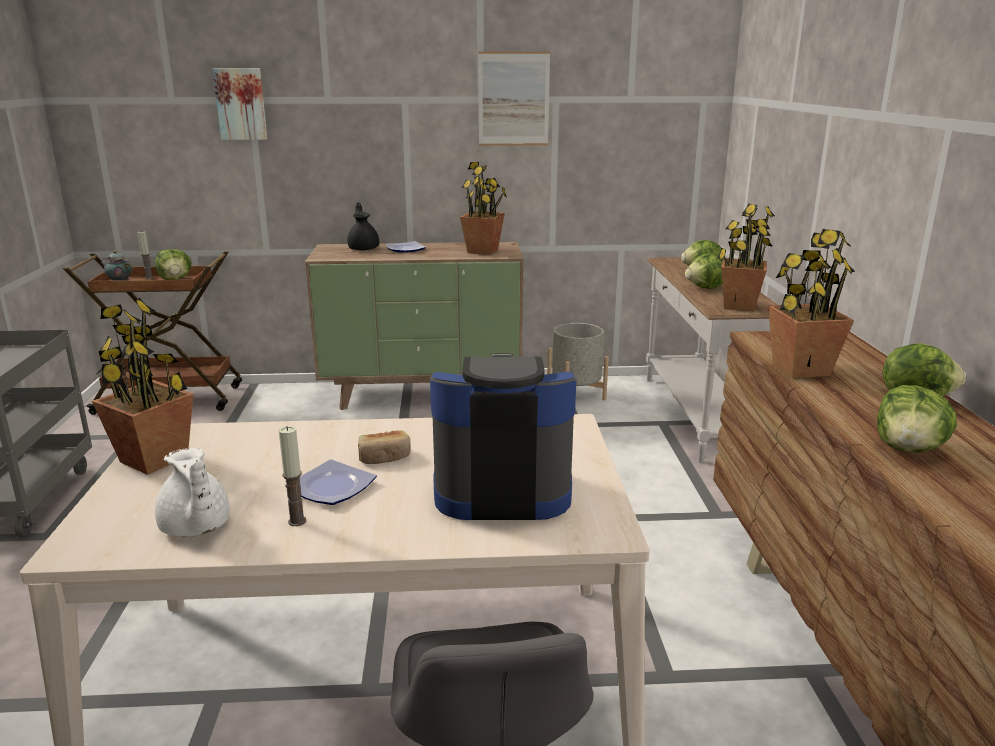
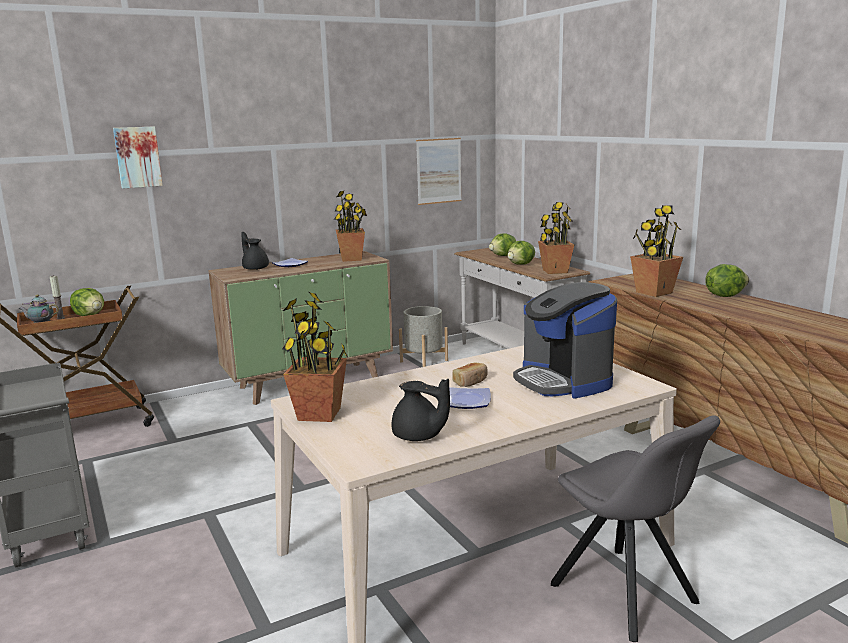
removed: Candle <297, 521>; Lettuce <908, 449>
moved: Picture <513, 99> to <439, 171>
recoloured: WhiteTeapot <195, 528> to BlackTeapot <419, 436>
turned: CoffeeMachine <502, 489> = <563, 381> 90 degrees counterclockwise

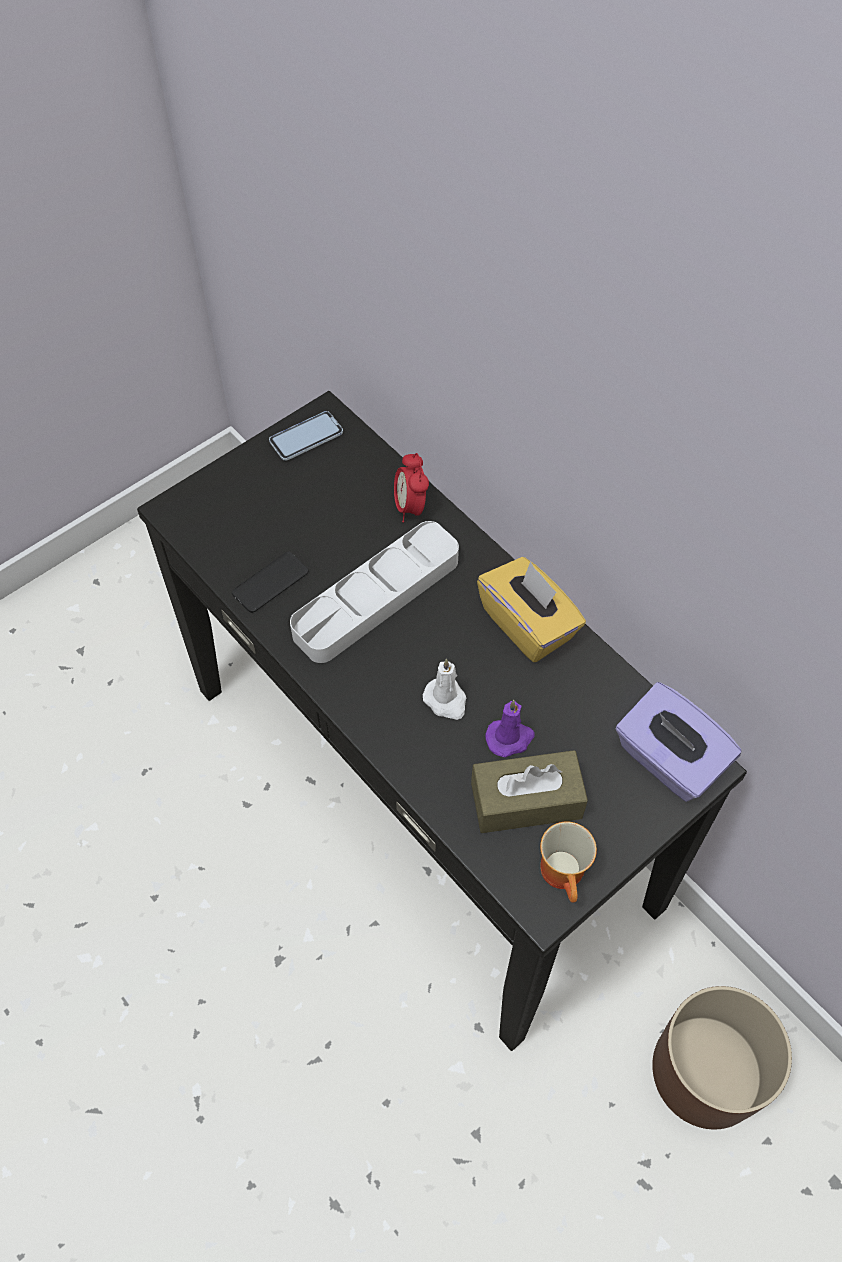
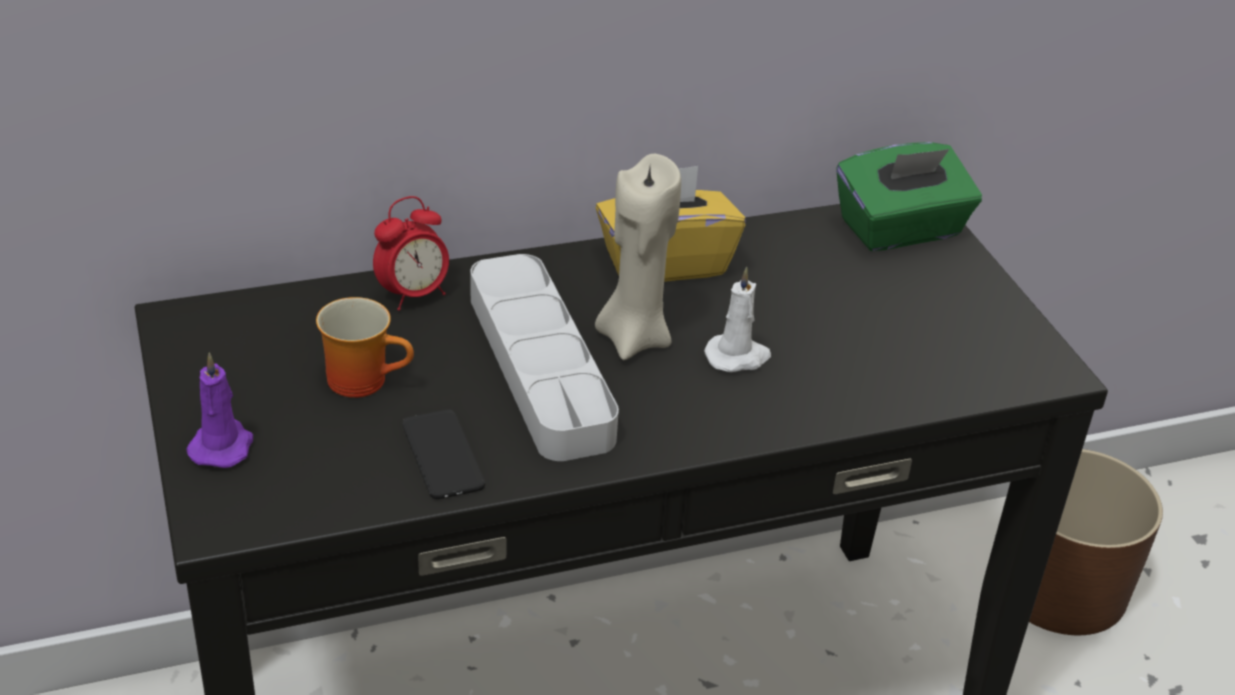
removed: Phone <306, 437>; BrownTissueBox <526, 801>
added: BeigeCandle <634, 337>
moved: PurpleCandle <510, 738> to <222, 445>; Mug <566, 874> to <365, 378>
recoloured: PurpleTissueBox <668, 760> to GreenTissueBox <901, 230>
turned: AlarmClock <410, 507> = <413, 295> 45 degrees counterclockwise

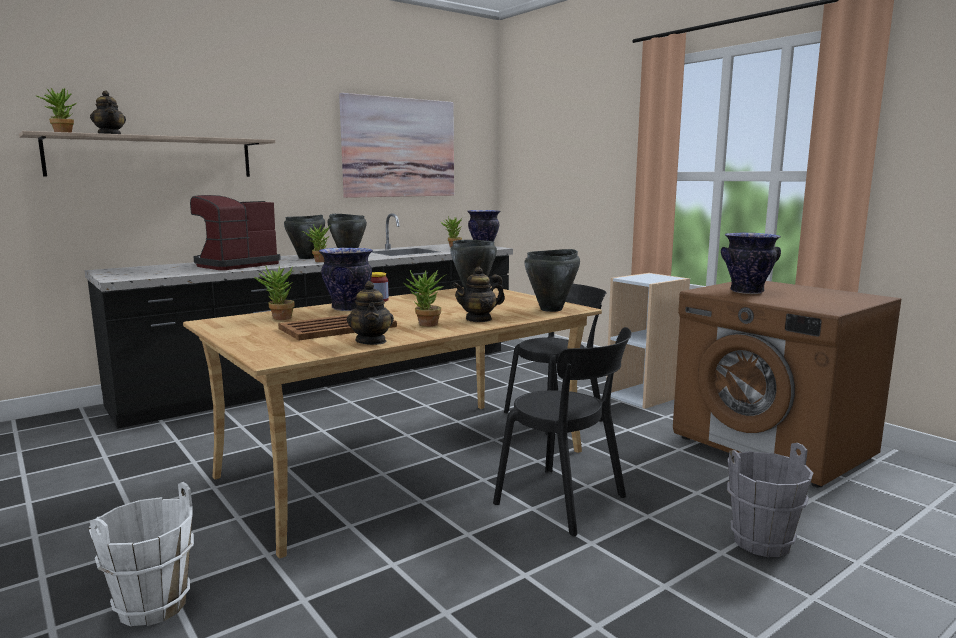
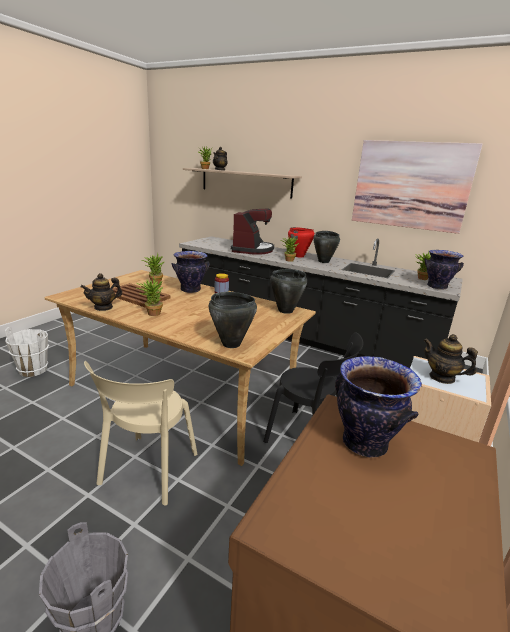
moved: Teapot <479, 319> to <442, 377>
recoloured: BlackCookingPot <307, 258> to RedCookingPot <299, 256>; BlackChair <565, 502> to BeigeChair <147, 471>
turned: CoffeeMachine <235, 265> = <252, 250> 90 degrees clockwise

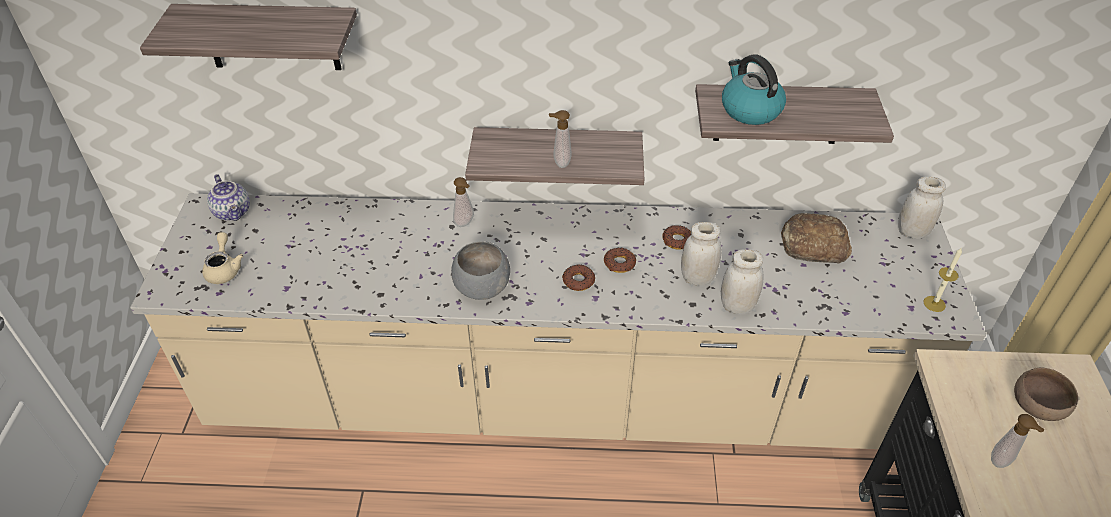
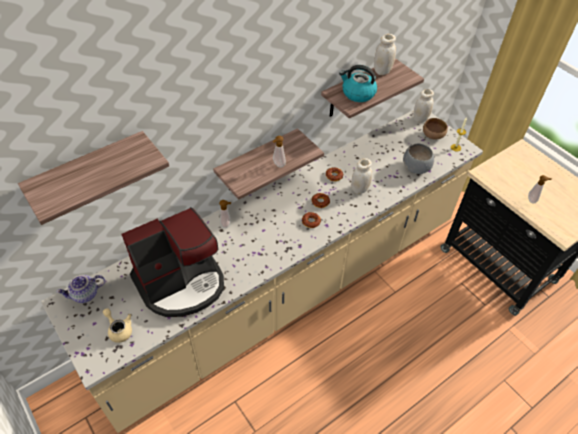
removed: Bread <812, 244>
added: CoffeeMachine <181, 283>
moved: GreyBowl <481, 287> to <416, 168>; WhiteJar <737, 306> to <382, 71>; BrownBowl <1037, 407> to <433, 135>
turned: Teapot <233, 212> = <85, 295> 135 degrees clockwise

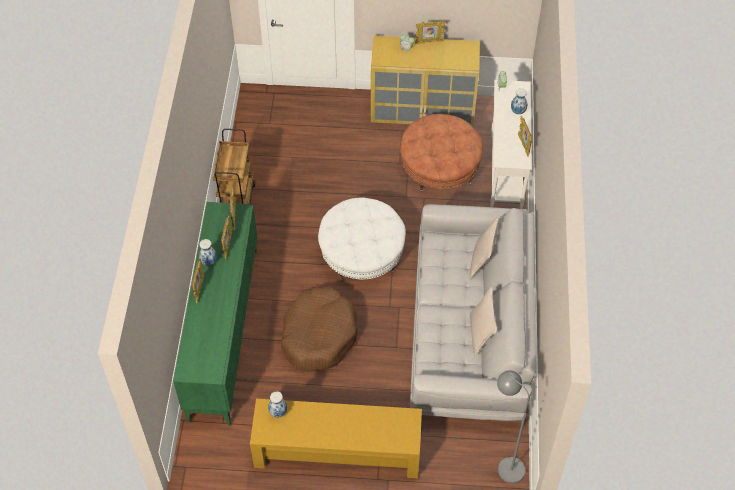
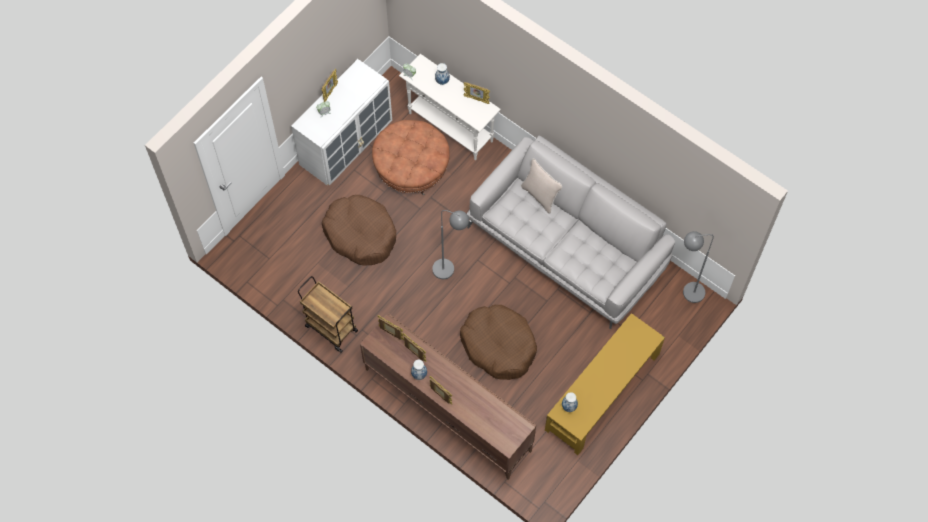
removed: BeigePillow <480, 334>
added: BrownDogBed <360, 234>
replaced: WhiteOttoman <362, 254> to GreyFloorLamp <449, 272>
recoloured: GreenCabinet <223, 332> to BrownCabinet <446, 410>; YellowCabinet <423, 110> to WhiteCabinet <346, 142>

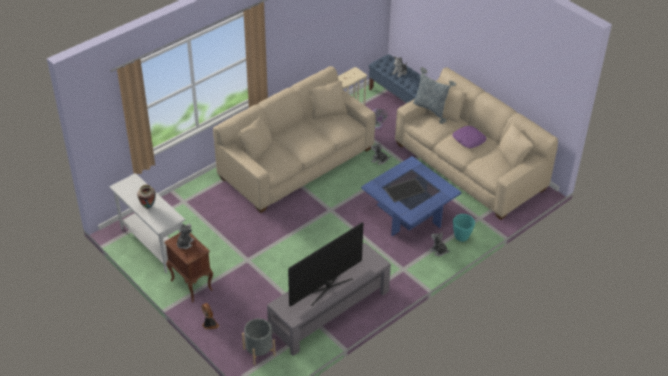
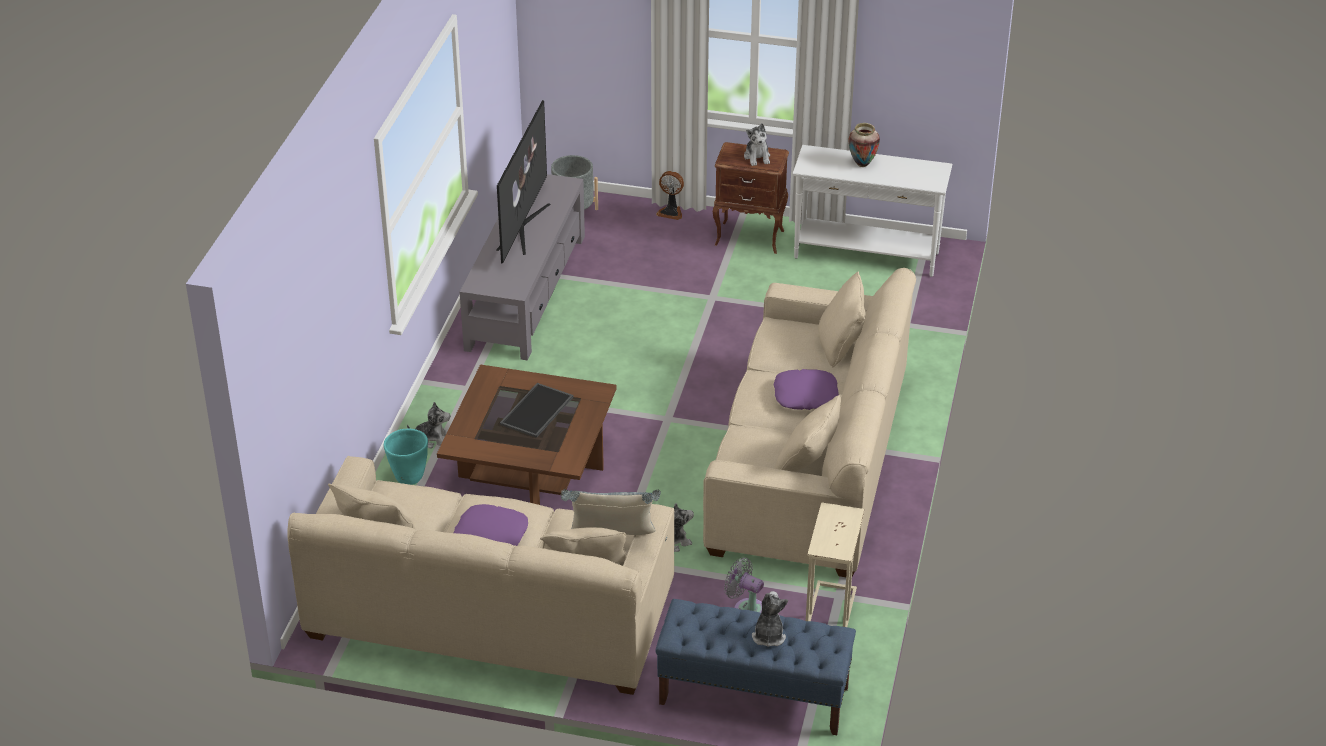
added: PurplePillow <805, 395>
recoloured: BlueCoffeeTable <409, 214> to BrownCoffeeTable <531, 473>

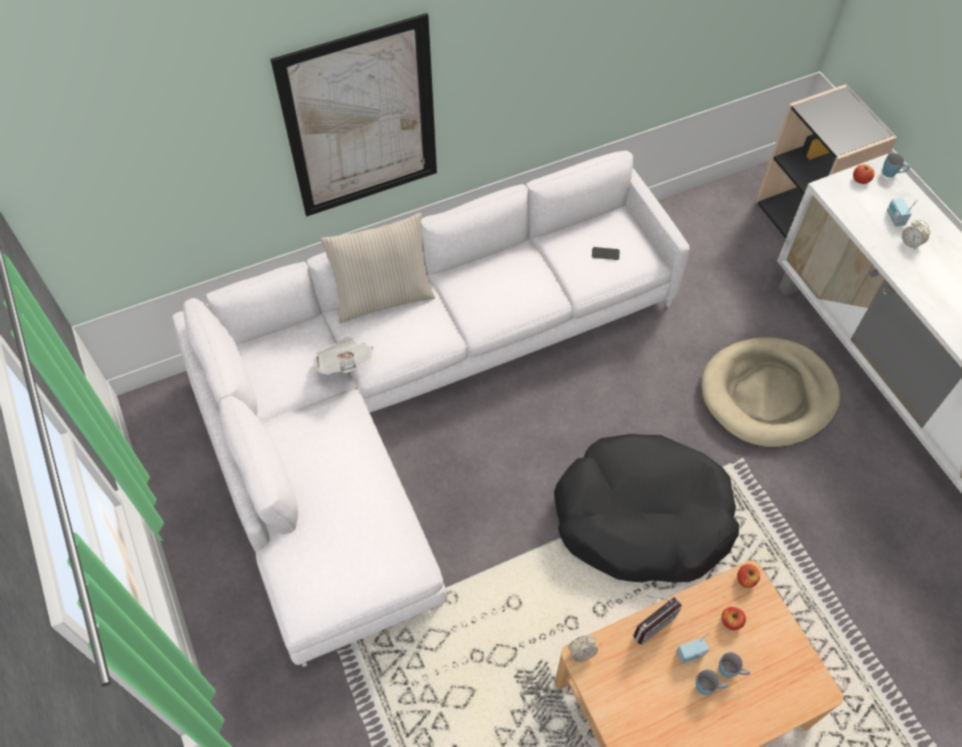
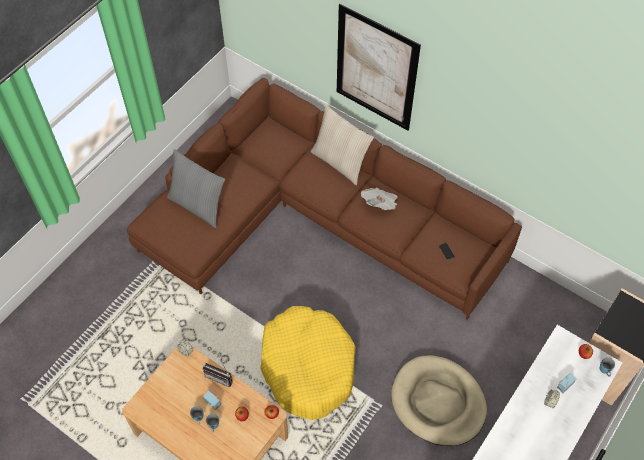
added: GreyPillow <198, 205>
moved: Newspaper <345, 364> to <380, 204>
recoloured: WhiteSofa <413, 396> to BrownSofa <314, 219>; BlackDogBed <641, 518> to YellowDogBed <308, 367>

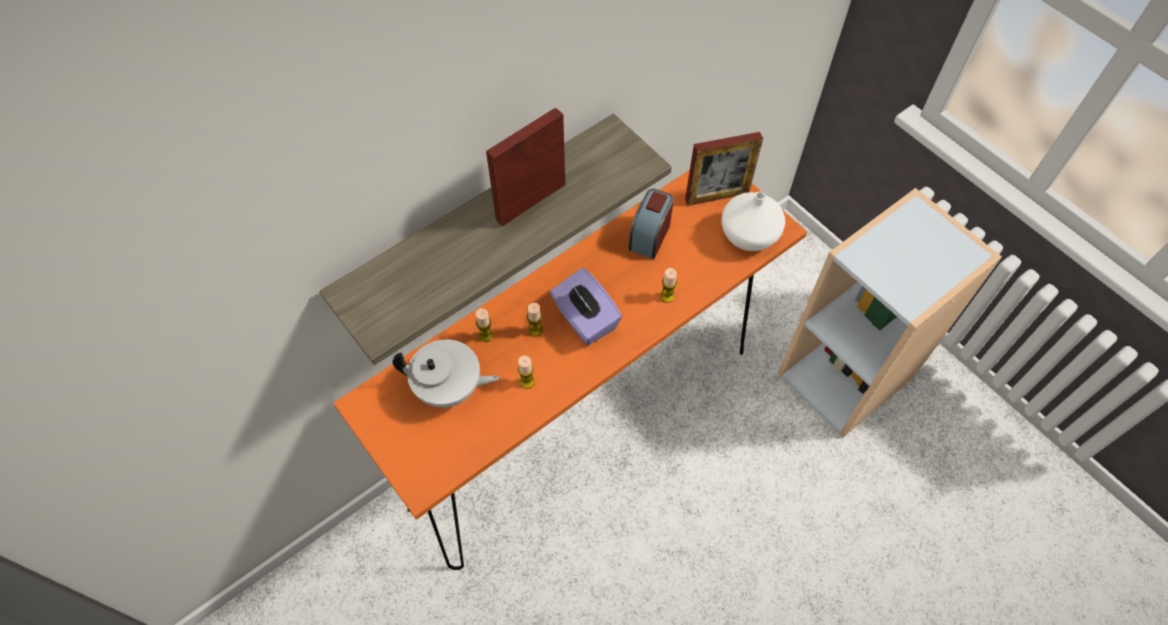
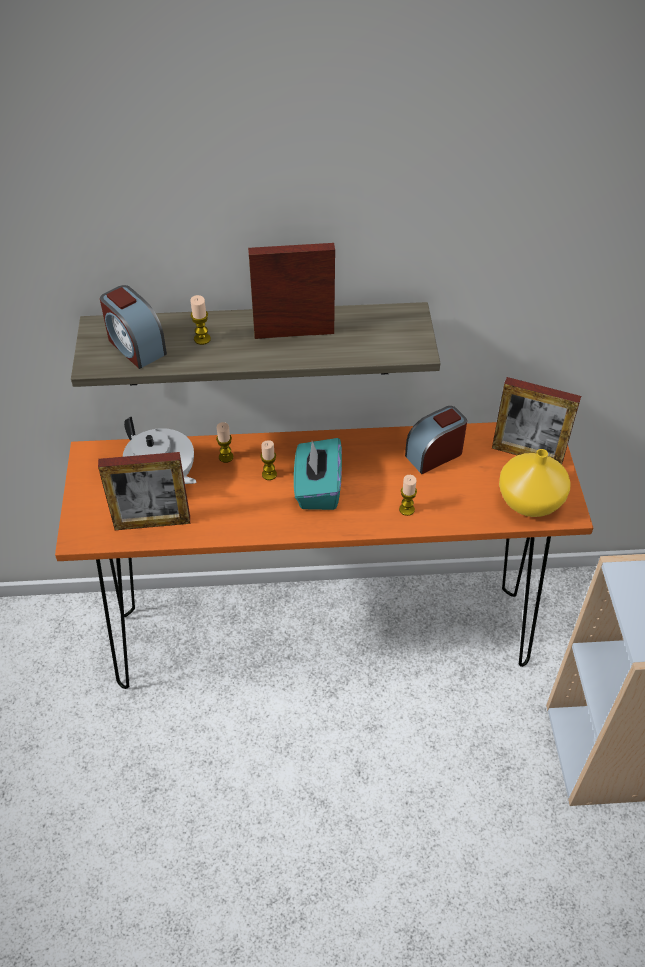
added: PictureFrame <152, 523>; AlarmClock <135, 346>
moved: Candle <527, 382> to <202, 339>
recoloured: PurpleTissueBox <585, 319> to TurquoiseTissueBox <317, 488>; WhiteVase <750, 234> to YellowVase <531, 501>

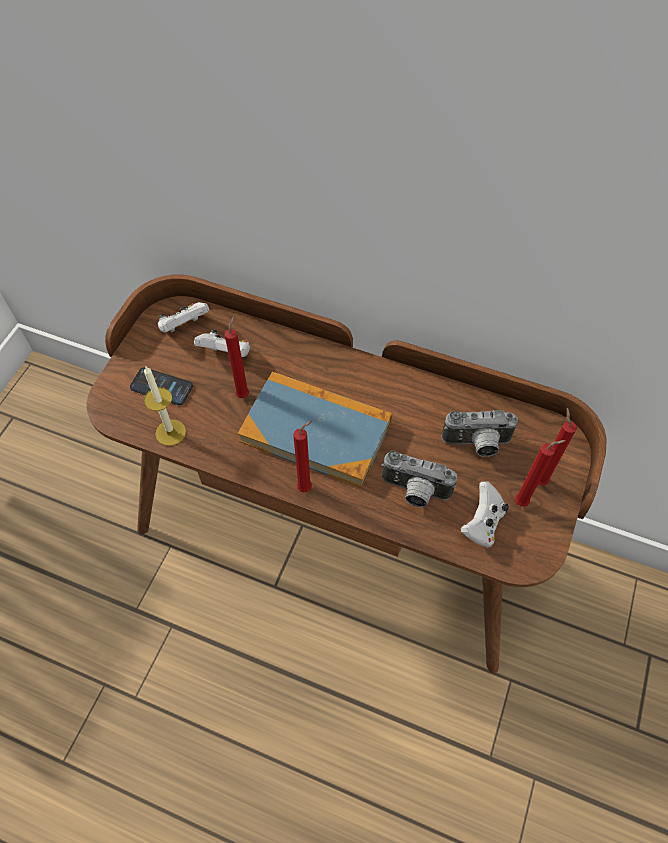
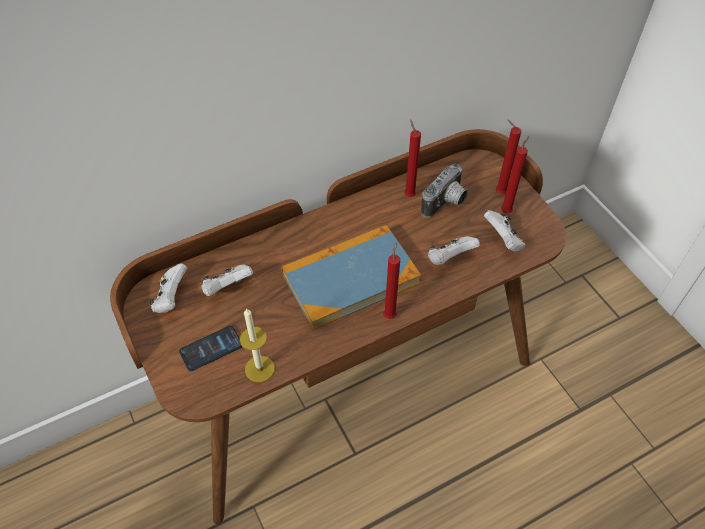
moved: RedCandle <244, 394> to <408, 194>
replaced: PhotoCamera <414, 492> to WhiteGameController <449, 258>

